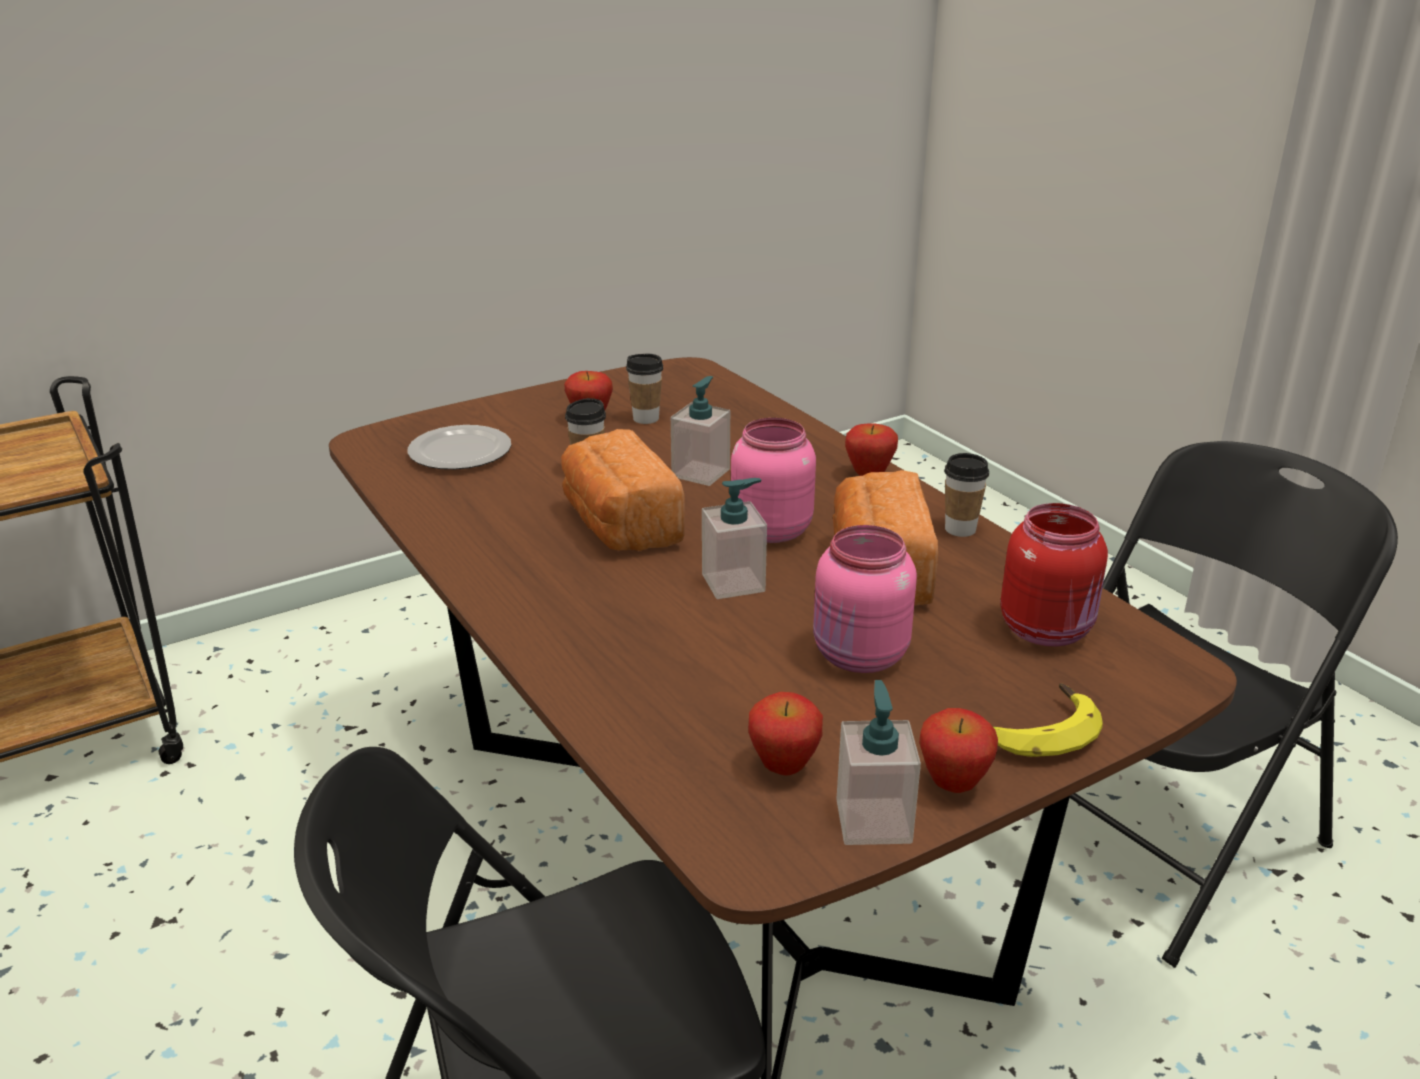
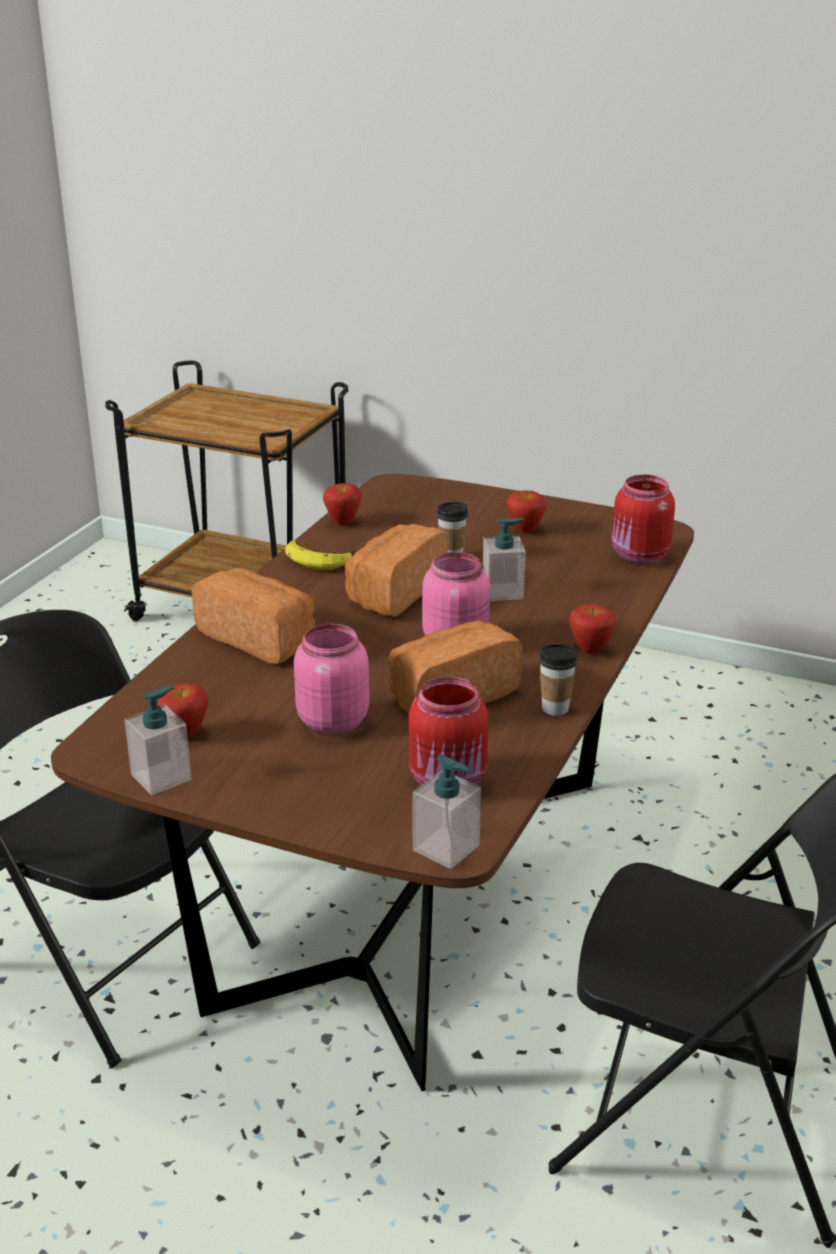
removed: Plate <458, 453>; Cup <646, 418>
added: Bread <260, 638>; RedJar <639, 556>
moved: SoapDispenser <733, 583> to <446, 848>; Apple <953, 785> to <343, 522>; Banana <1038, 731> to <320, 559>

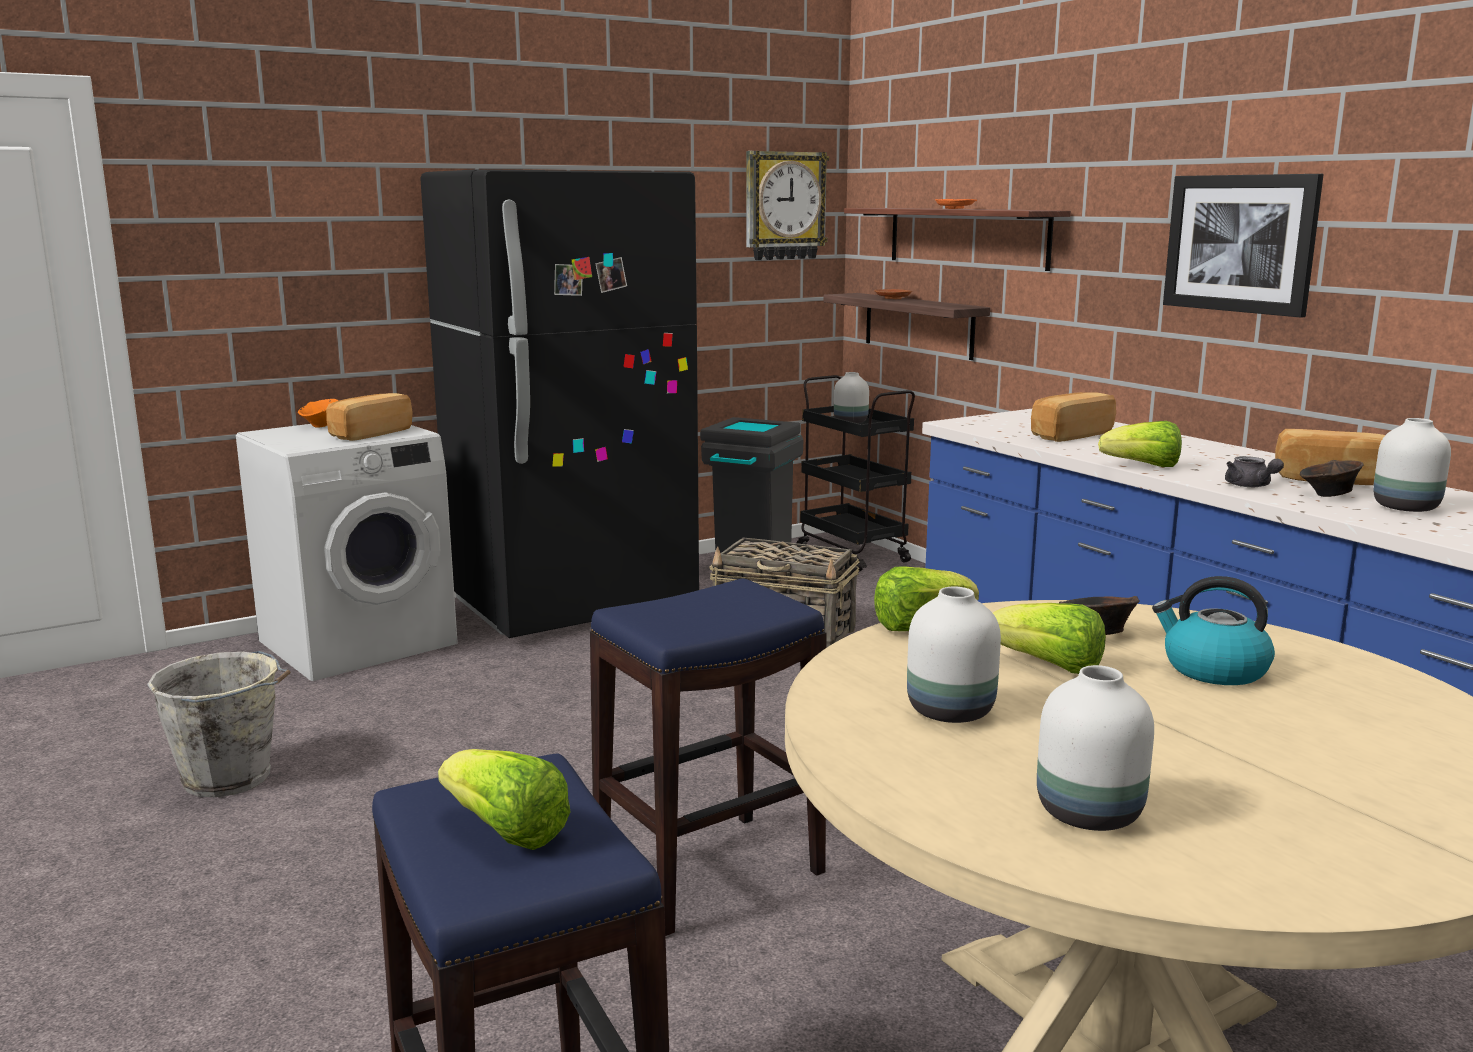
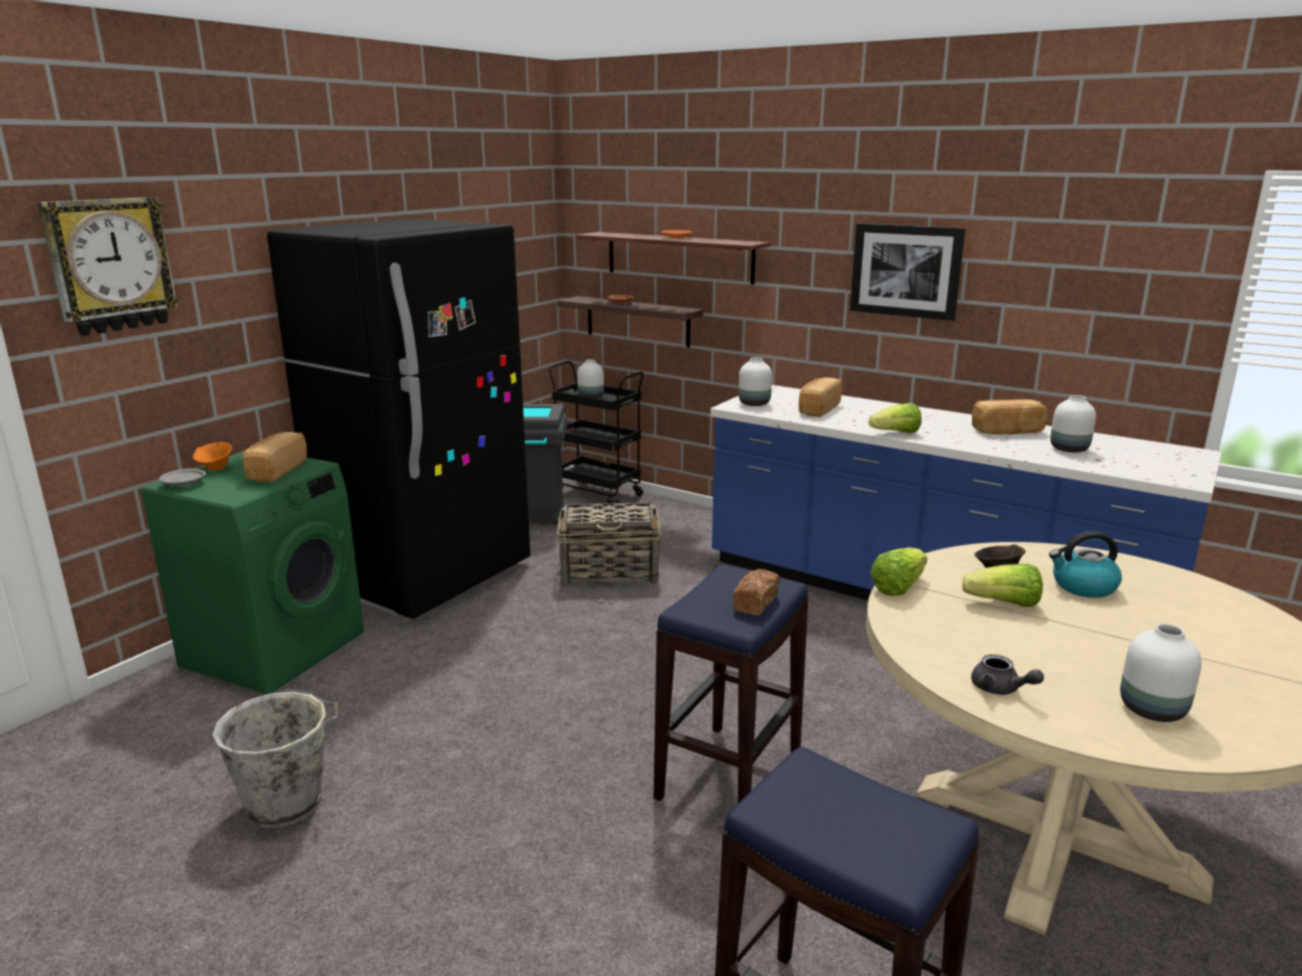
removed: Lettuce <505, 832>; BrownBowl <1328, 495>
added: GreyPlate <184, 484>; Bread <755, 603>
moved: WallClock <784, 206> to <110, 265>; WhiteVase <951, 710> to <754, 403>; GreyTeapot <1250, 486> to <1000, 689>
recoloured: WhiteWashingMachine <360, 643> to GreenWashingMachine <277, 648>

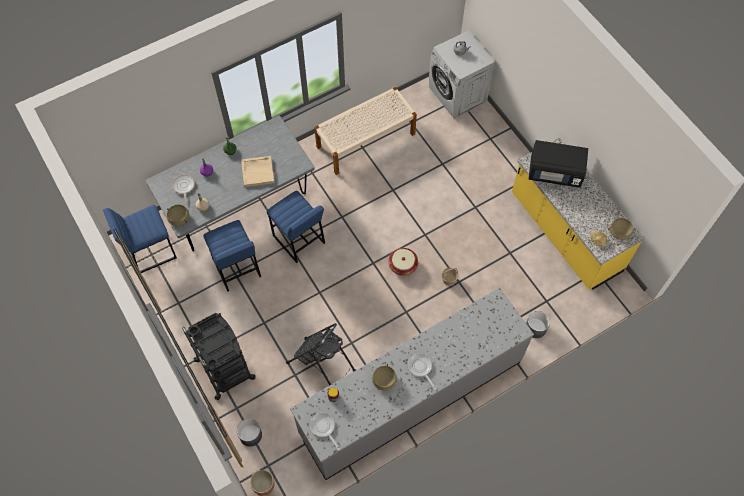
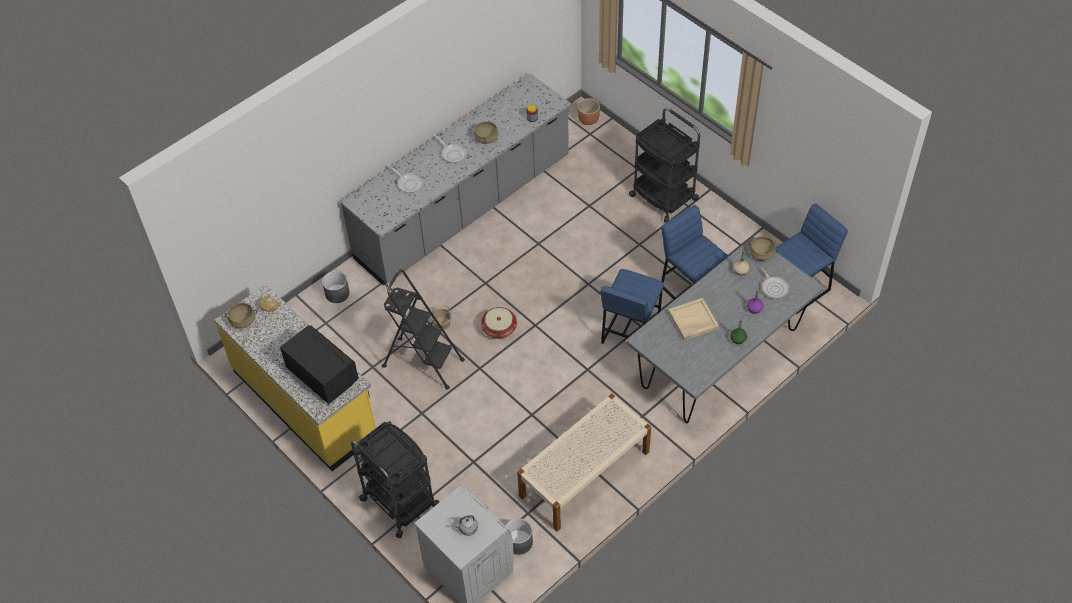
added: BlackCart <400, 502>
moved: GreyPlanter <250, 435> to <519, 542>; StepLadder <322, 367> to <422, 362>; FryingPan <323, 427> to <408, 183>
turned: BlueChair <299, 240> = <630, 333> 105 degrees counterclockwise; BlackMicrowave <555, 172> = <321, 375> 45 degrees clockwise

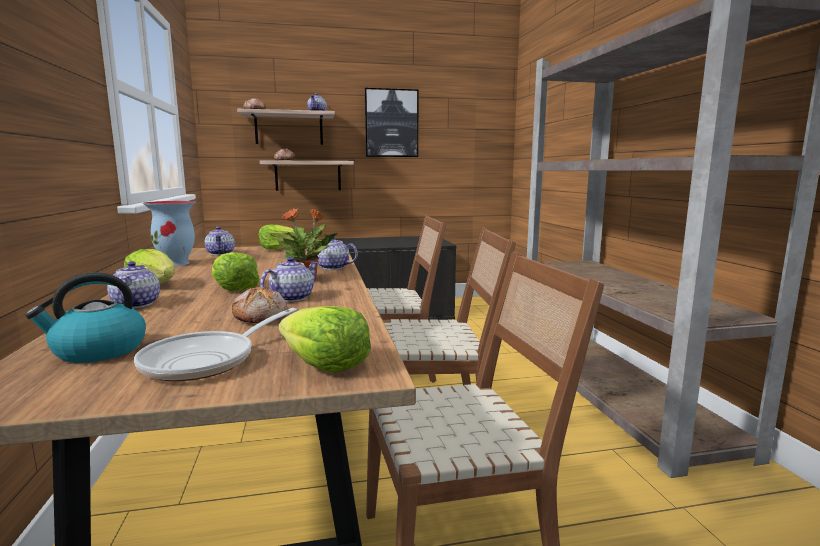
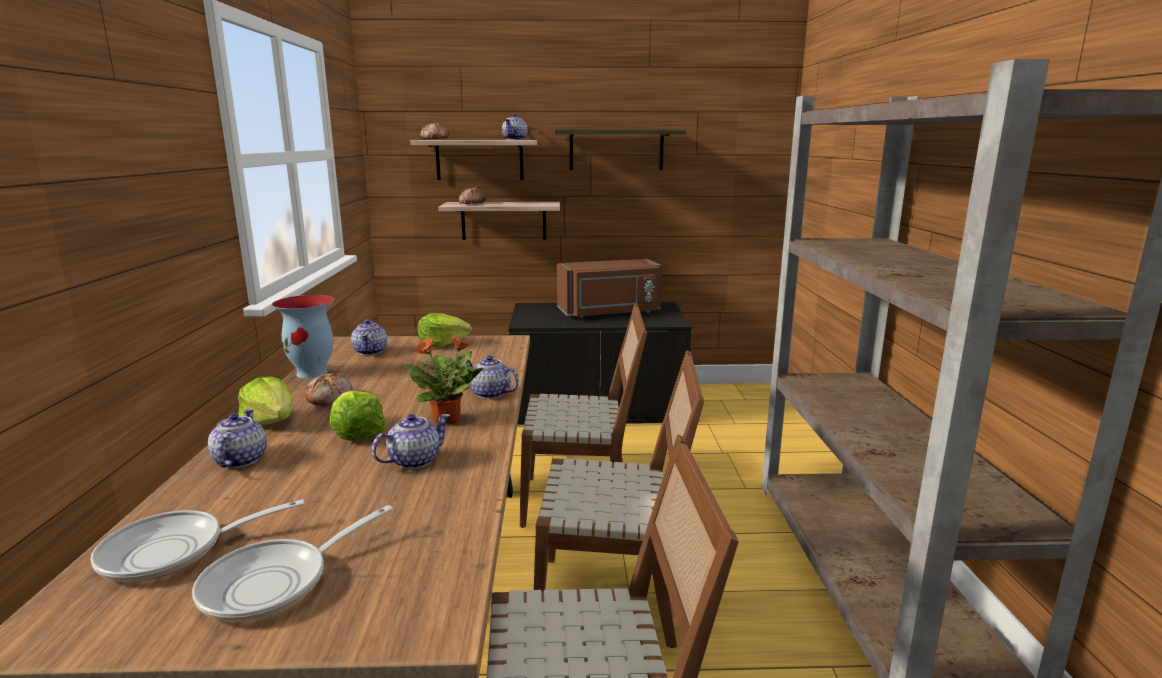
removed: Lettuce <325, 365>
added: BrownMicrowave <610, 313>
moved: Bread <261, 317> to <331, 398>
replaced: Kettle <98, 351> to FryingPan <174, 551>; Picture <391, 123> to Shelf <616, 150>

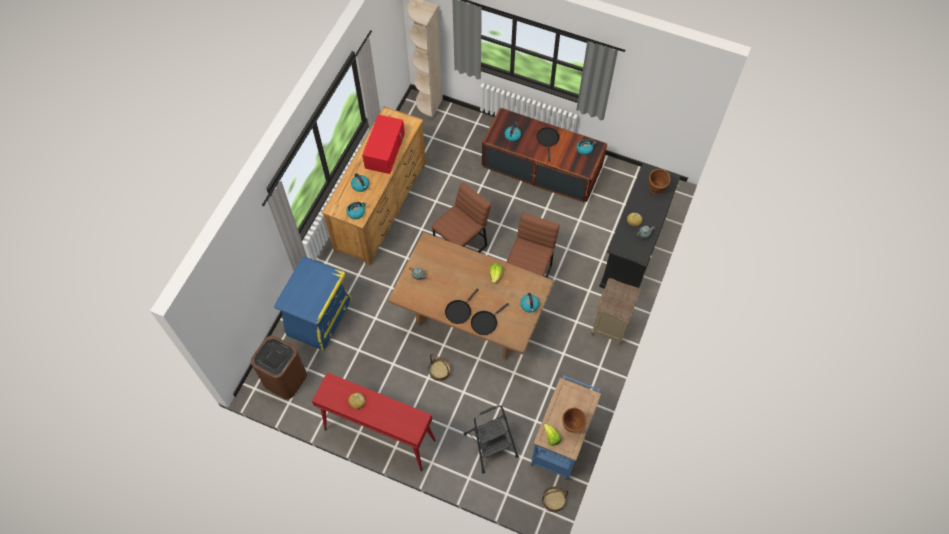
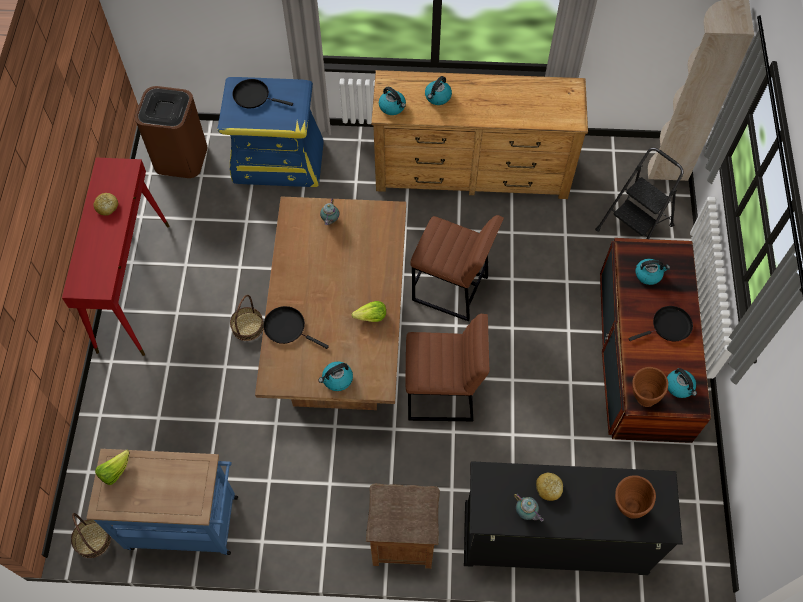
removed: RedMicrowave <385, 150>
moved: BlackFryingPan <459, 311> to <254, 96>; BlackStepLadder <490, 443> to <636, 225>; BrownVase <572, 428> to <641, 399>

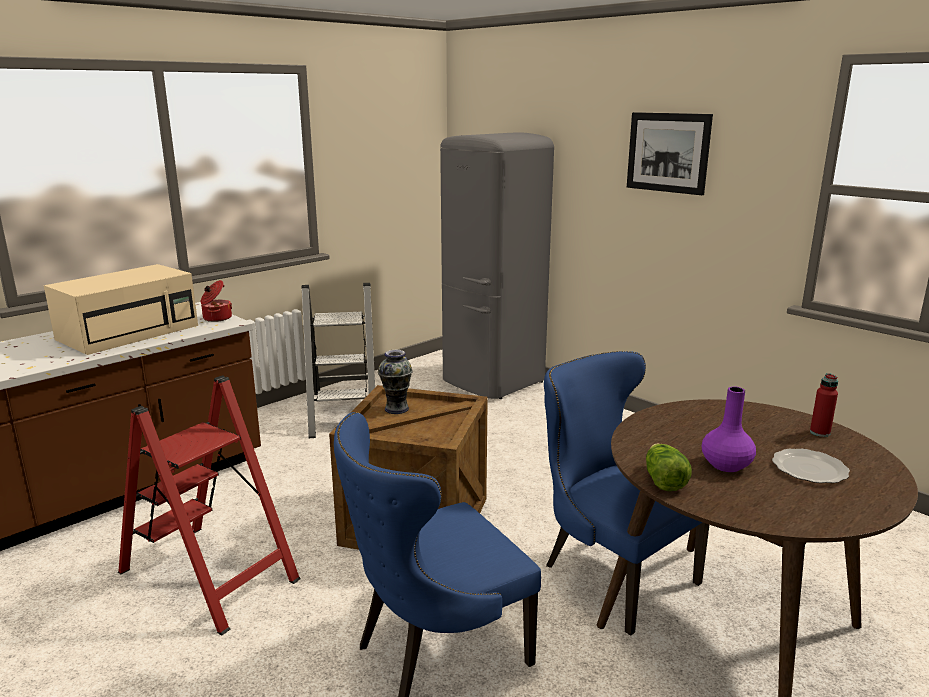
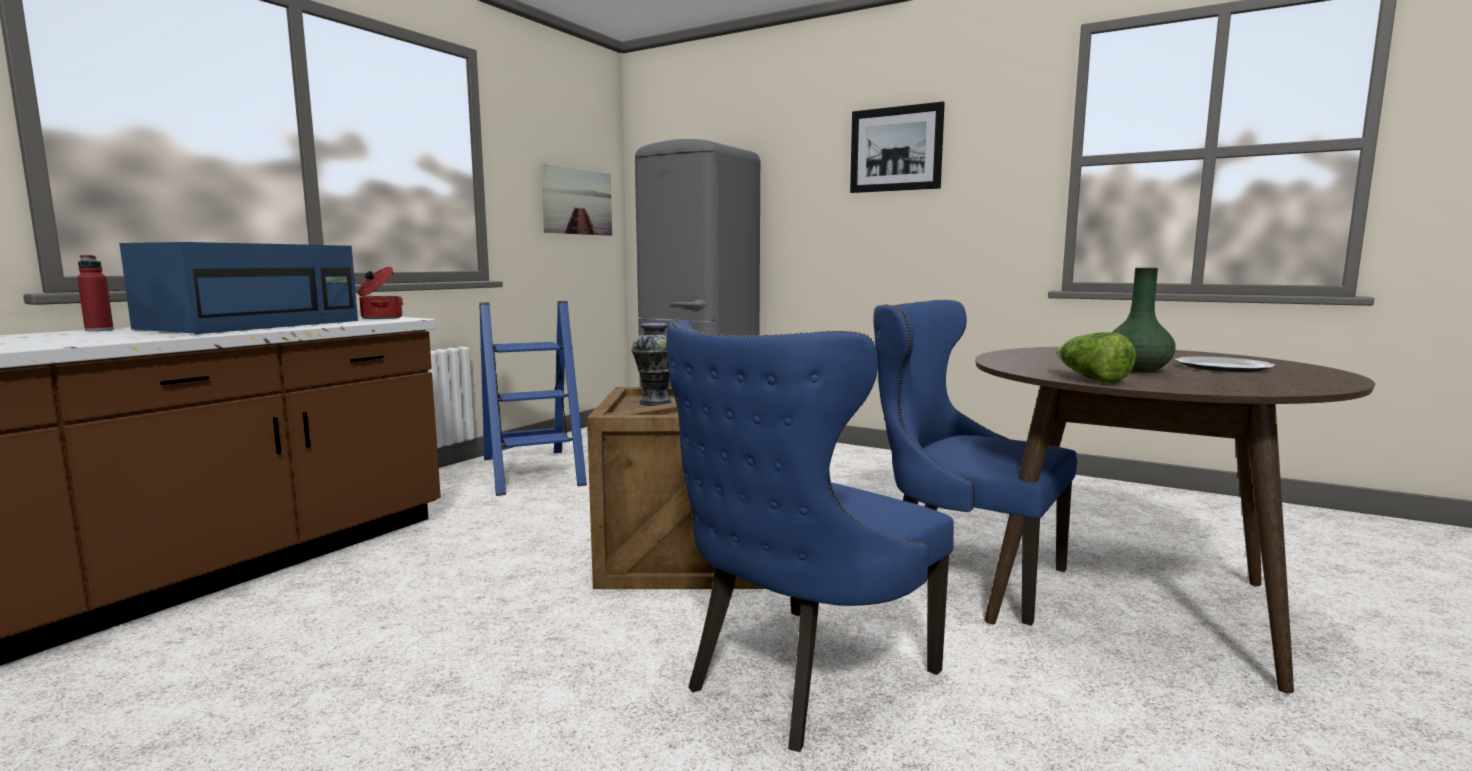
removed: RedStepLadder <209, 576>
added: Picture <577, 201>
moved: RedBottle <819, 432> to <99, 330>
recoloured: BeigeMicrowave <130, 332> to BlueMicrowave <256, 325>; GreyStepLadder <344, 411> to BlueStepLadder <532, 470>; PurpleVase <725, 465> to GreenVase <1136, 370>

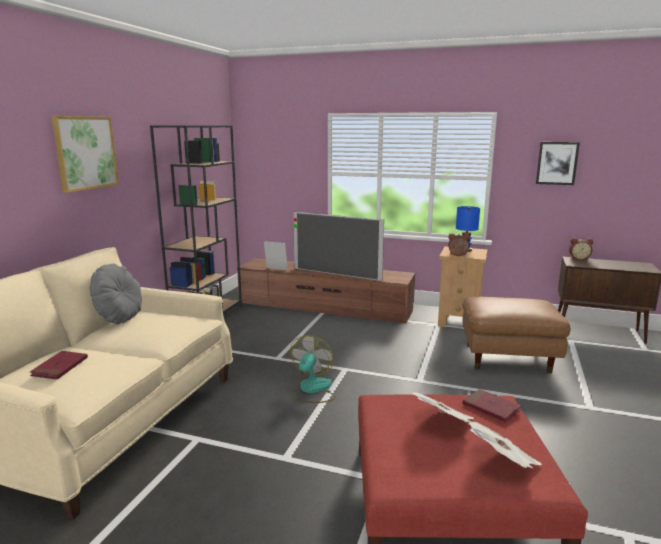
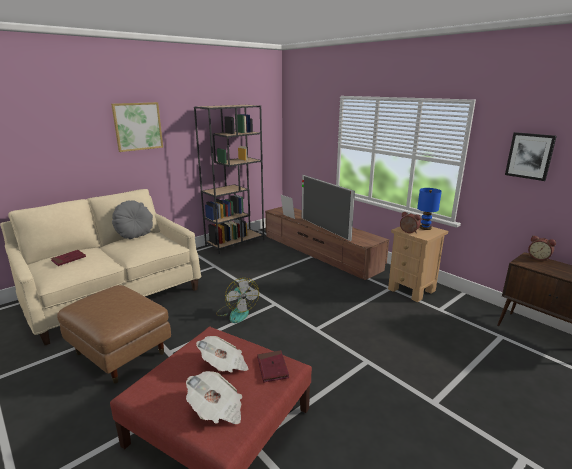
moved: BrownOttoman <508, 359> to <121, 354>
turned: Fan <312, 390> = <237, 312> 105 degrees clockwise

